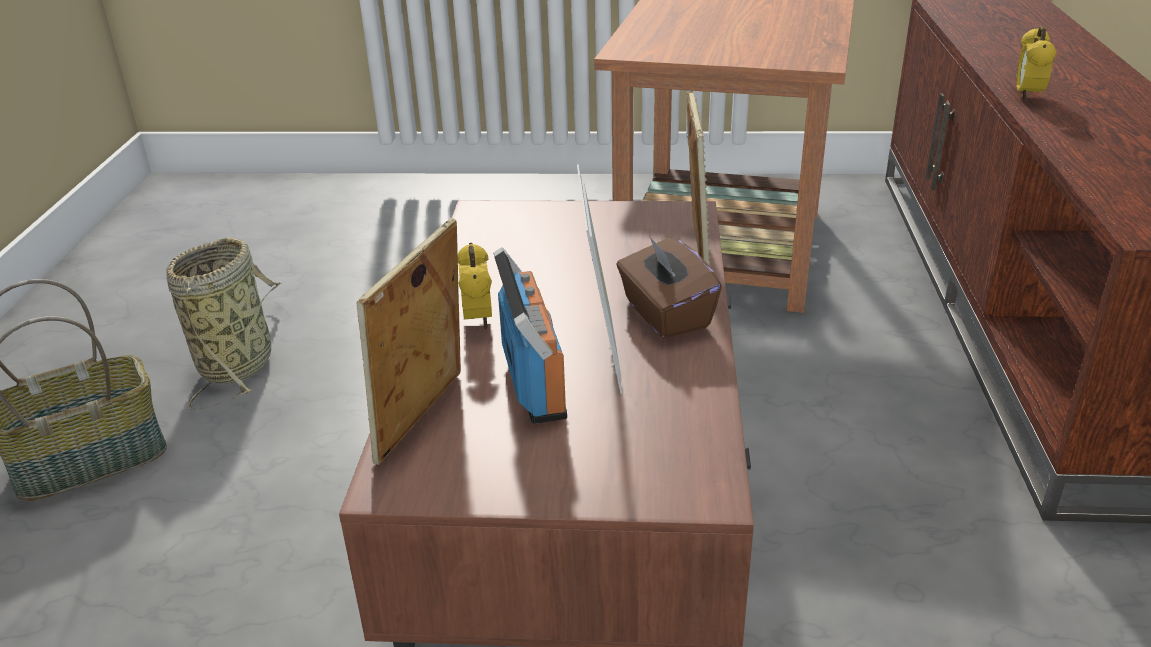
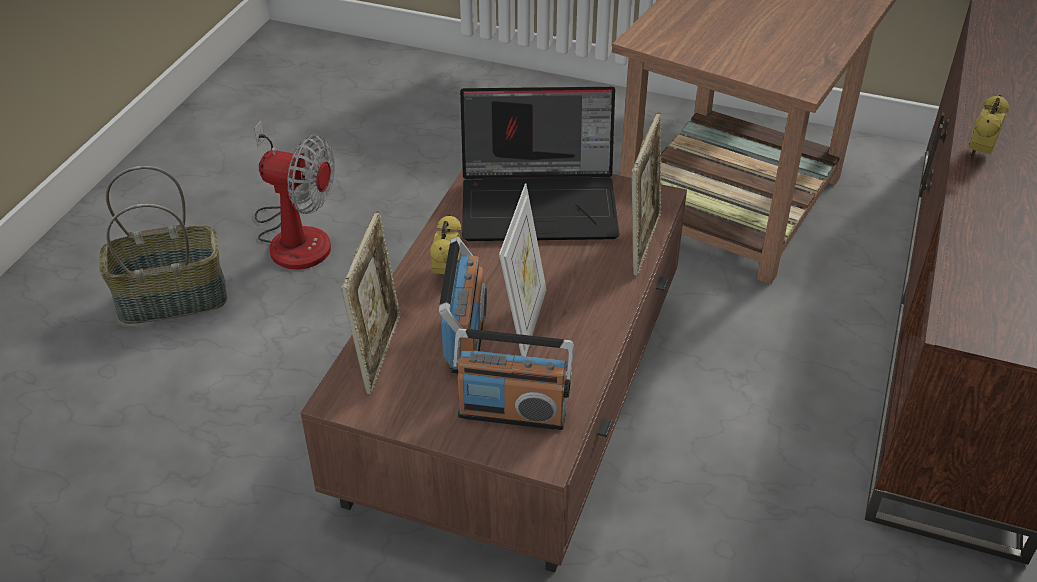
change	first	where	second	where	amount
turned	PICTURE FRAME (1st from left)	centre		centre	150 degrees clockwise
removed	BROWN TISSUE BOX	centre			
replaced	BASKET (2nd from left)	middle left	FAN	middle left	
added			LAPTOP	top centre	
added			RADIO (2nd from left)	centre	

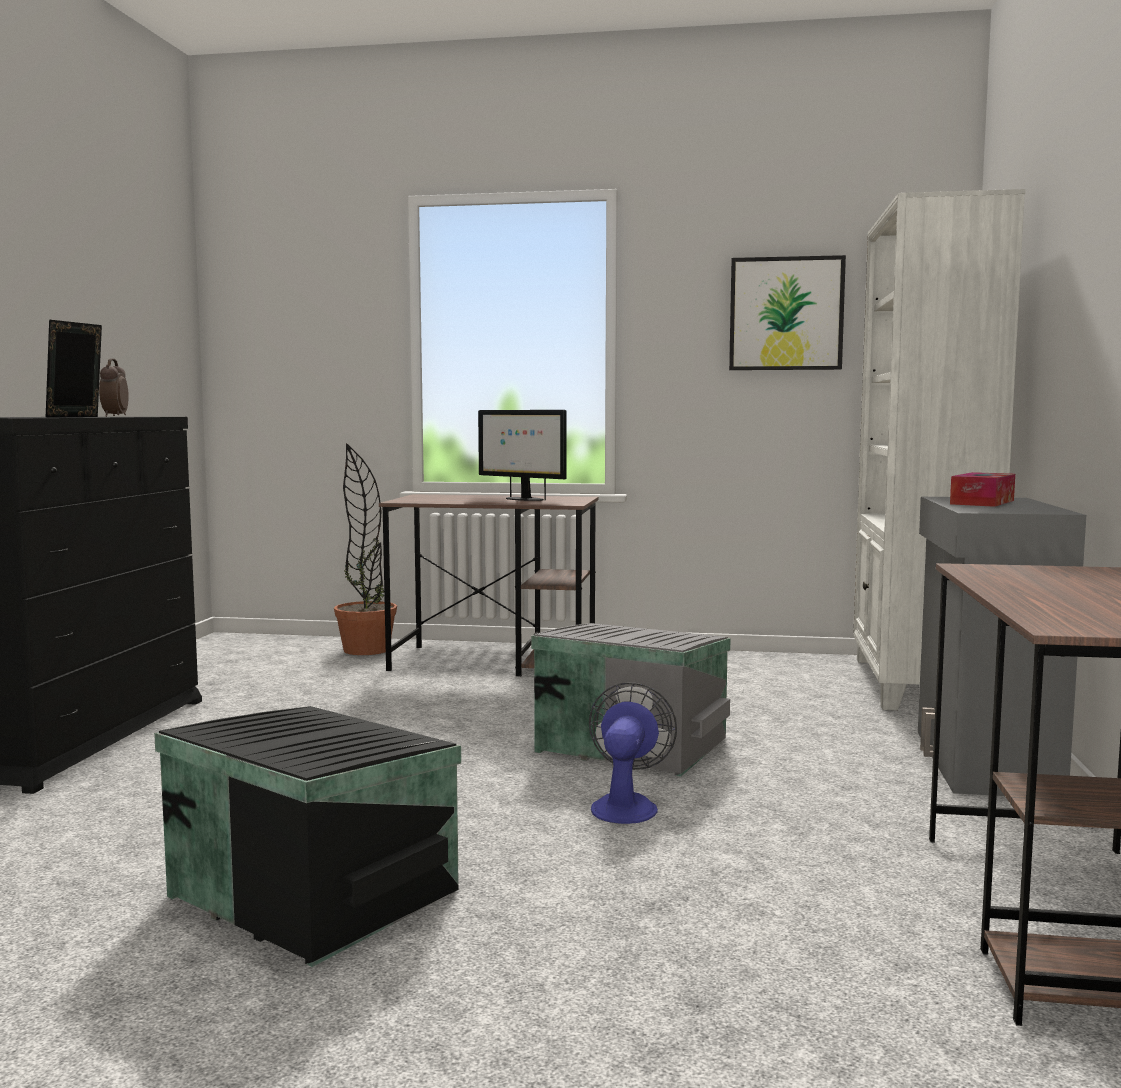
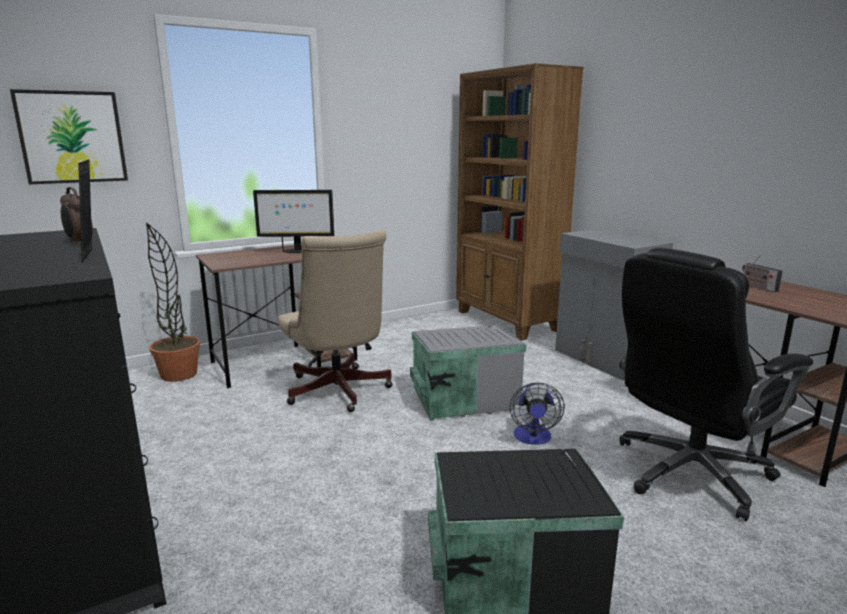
change	first	where	second	where	amount
recoloured	WHITE BOOKCASE	middle right	BROWN BOOKCASE	top centre	
moved	PICTURE	top right		top left	
removed	TISSUE BOX	middle right			
turned	FAN	bottom centre		bottom centre	150 degrees counterclockwise
added			BEIGE OFFICE CHAIR	centre	
added			BLACK OFFICE CHAIR	middle right	
added			RADIO	middle right	

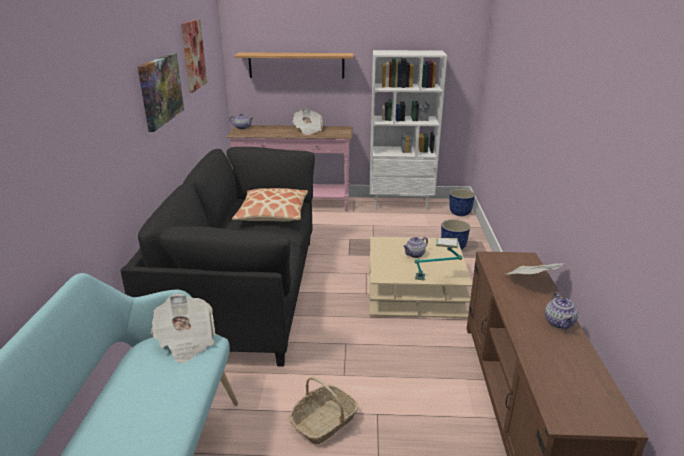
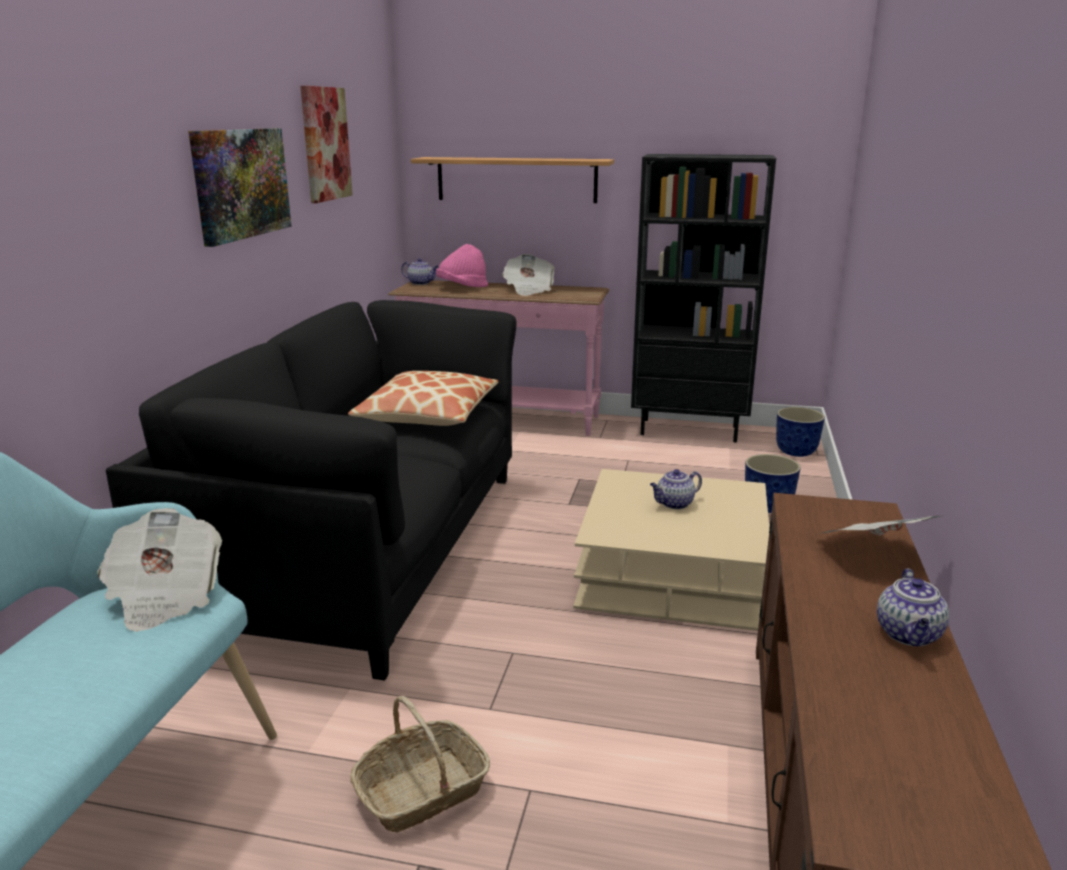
change	first	where	second	where	amount
recoloured	WHITE BOOKCASE	top centre	BLACK BOOKCASE	centre	
removed	TABLE LAMP	centre			
added			PINK HAT	top centre	

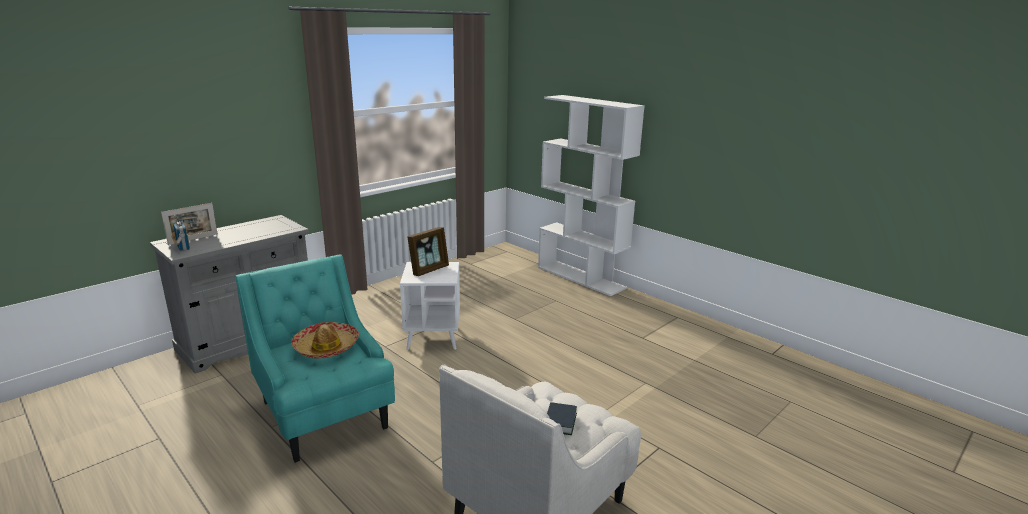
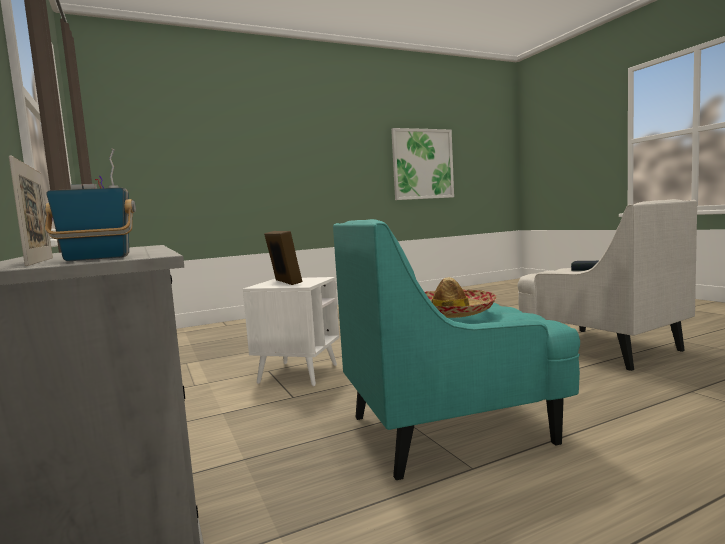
change	first	where	second	where	amount
removed	WHITE BOOKCASE	centre			
added			PICTURE	top centre	

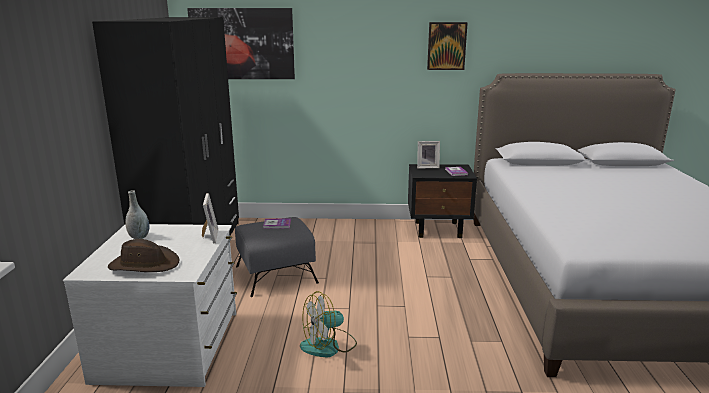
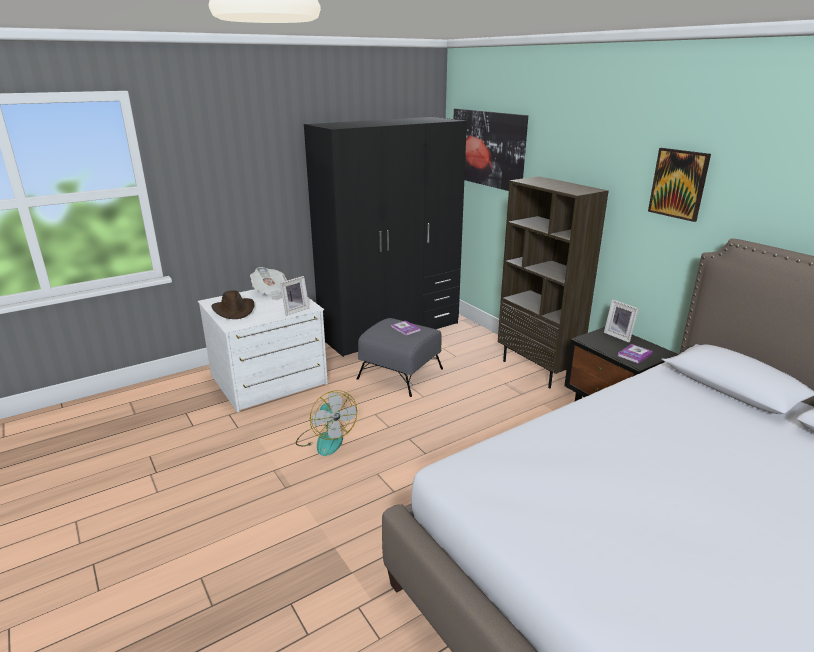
change	first	where	second	where	amount
replaced	GREY VASE	middle left	NEWSPAPER	middle left	
turned	FAN	bottom centre		centre	150 degrees counterclockwise
added			BROWN BOOKCASE	middle right	

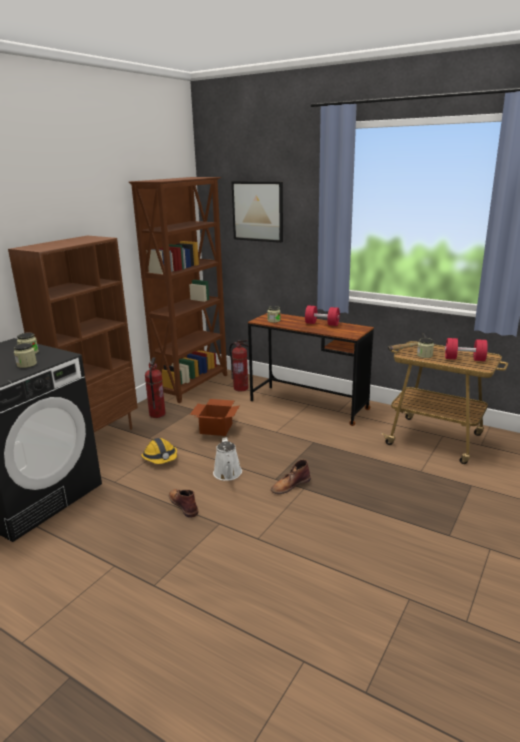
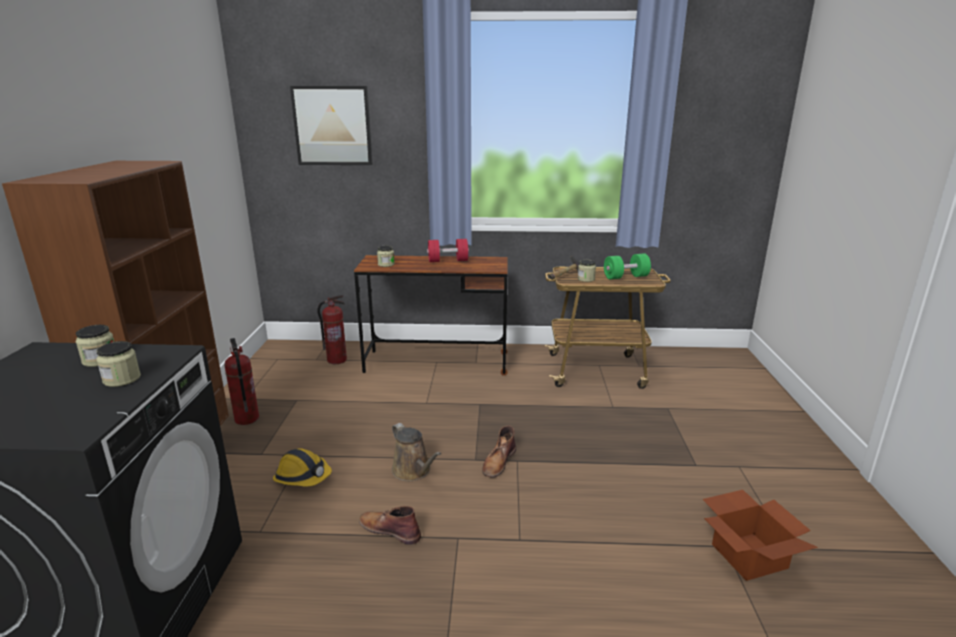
change	first	where	second	where	amount
removed	BROWN BOOKCASE (2nd from left)	centre			
recoloured	RED DUMBBELL (2nd from left)	middle right	GREEN DUMBBELL	centre	
moved	CARDBOARD BOX	centre		bottom right	
recoloured	WHITE WATERING CAN	centre	BROWN WATERING CAN	bottom centre	

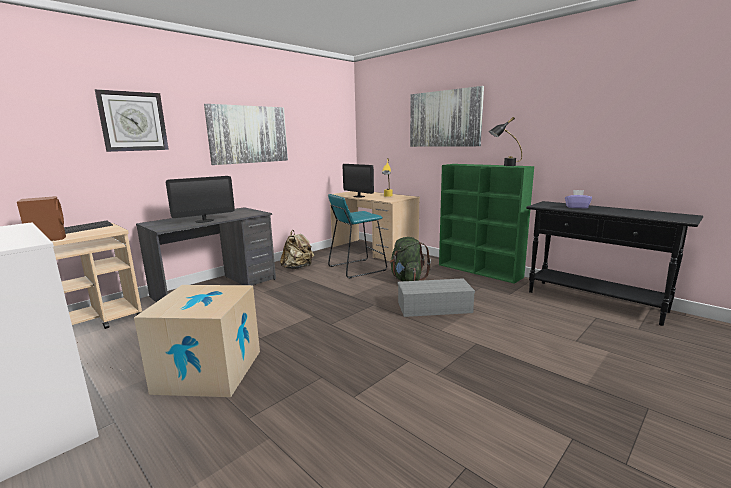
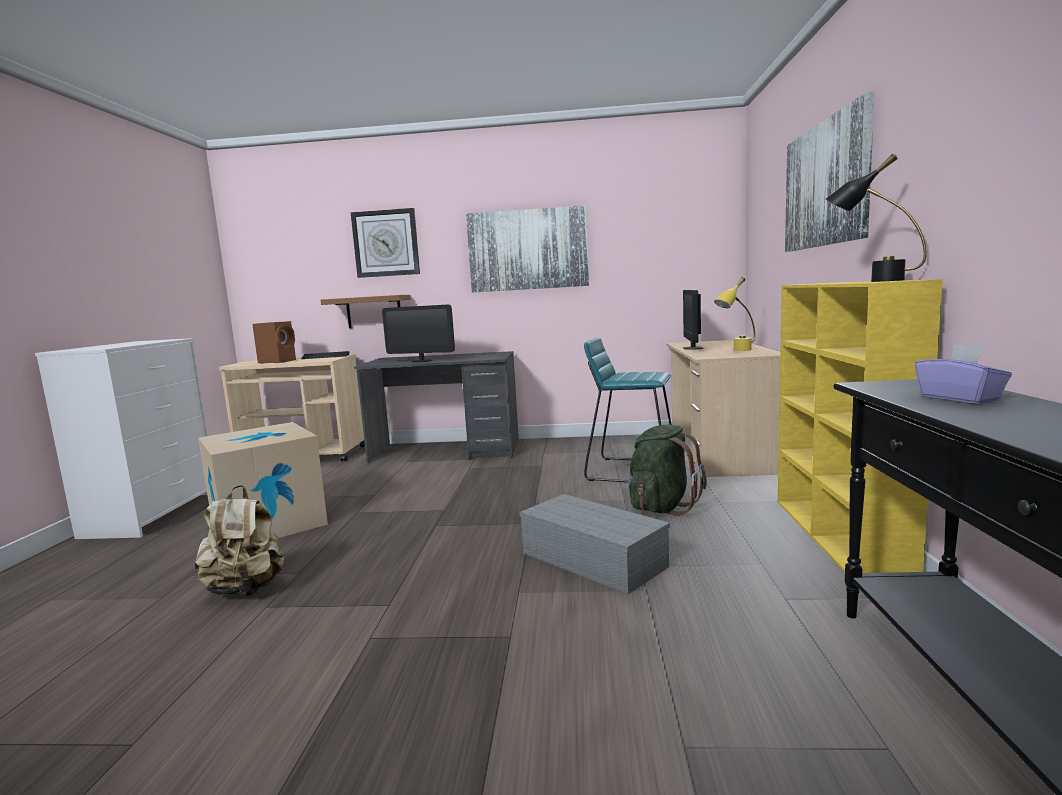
change	first	where	second	where	amount
recoloured	GREEN BOOKCASE	centre	YELLOW BOOKCASE	middle right	
moved	BEIGE BACKPACK	centre		bottom left	
added			BROWN SHELF	centre	

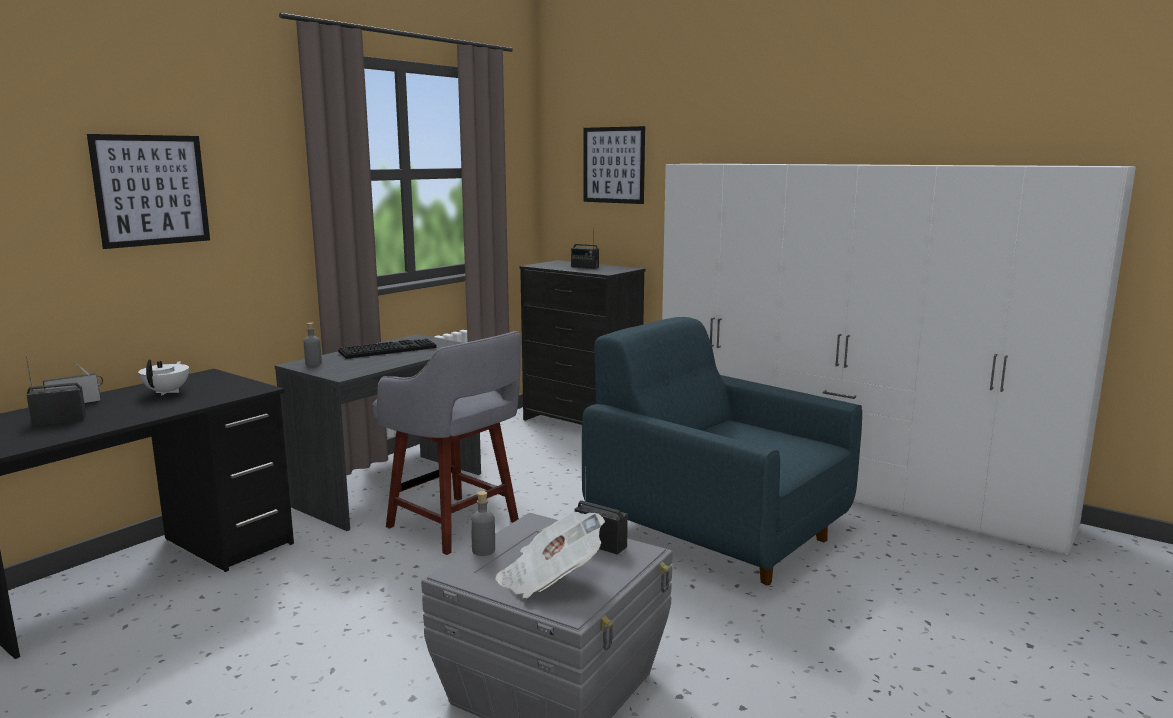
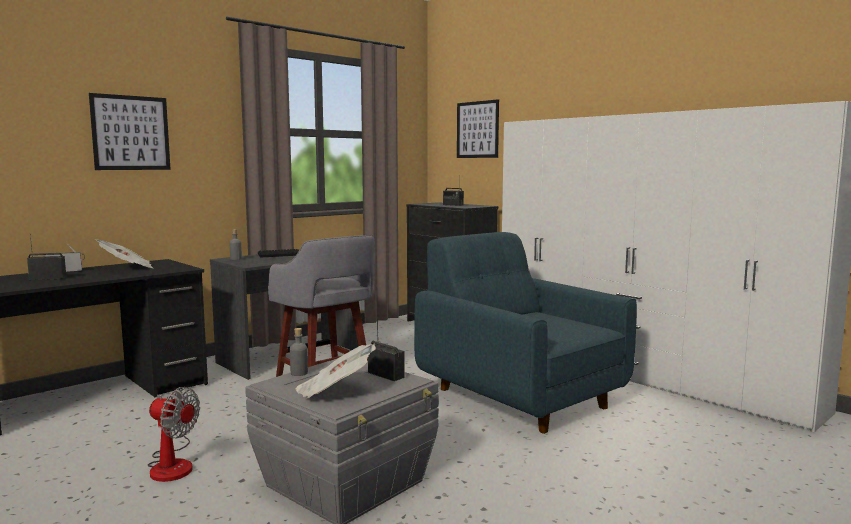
change	first	where	second	where	amount
replaced	WHITE TEAPOT	middle left	NEWSPAPER (1st from left)	middle left	
added			FAN	bottom left	

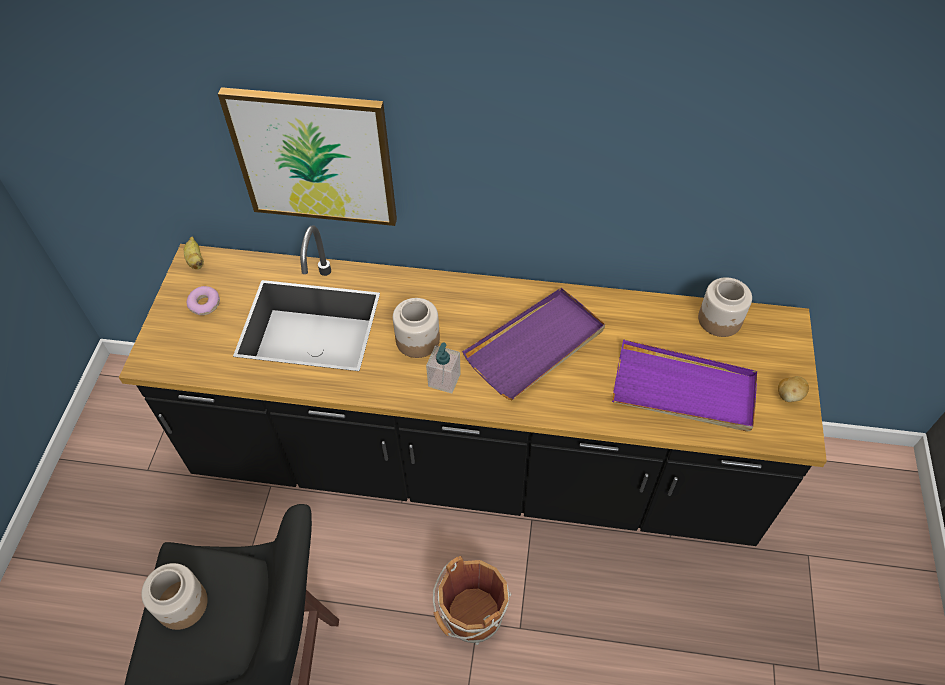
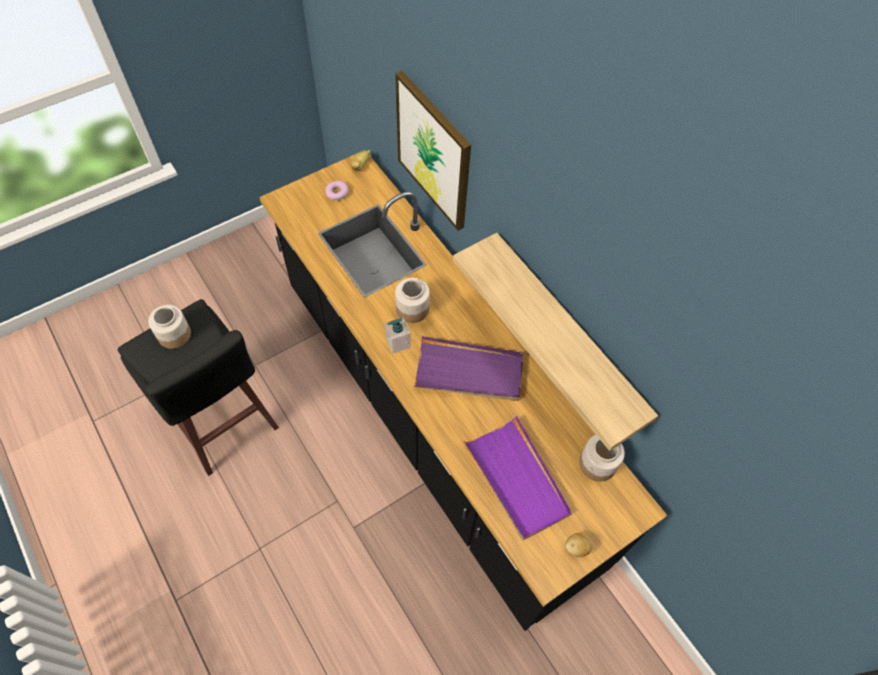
change	first	where	second	where	amount
removed	BROWN BUCKET	bottom centre			
added			SHELF	centre	

